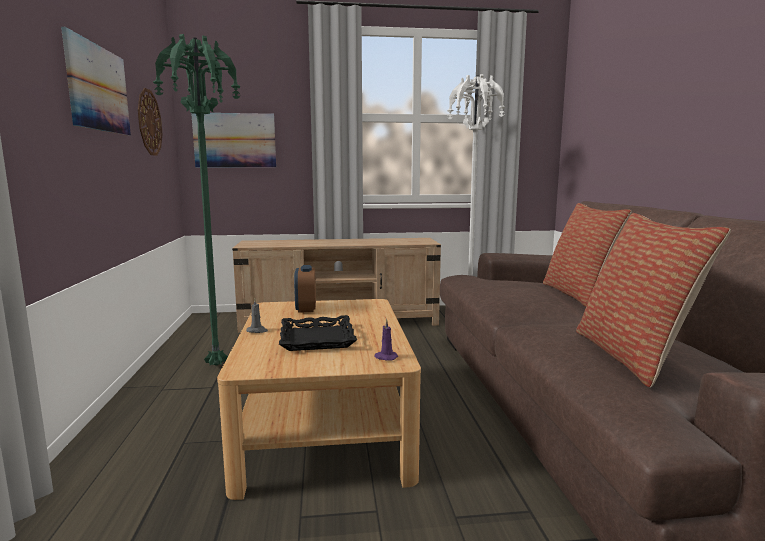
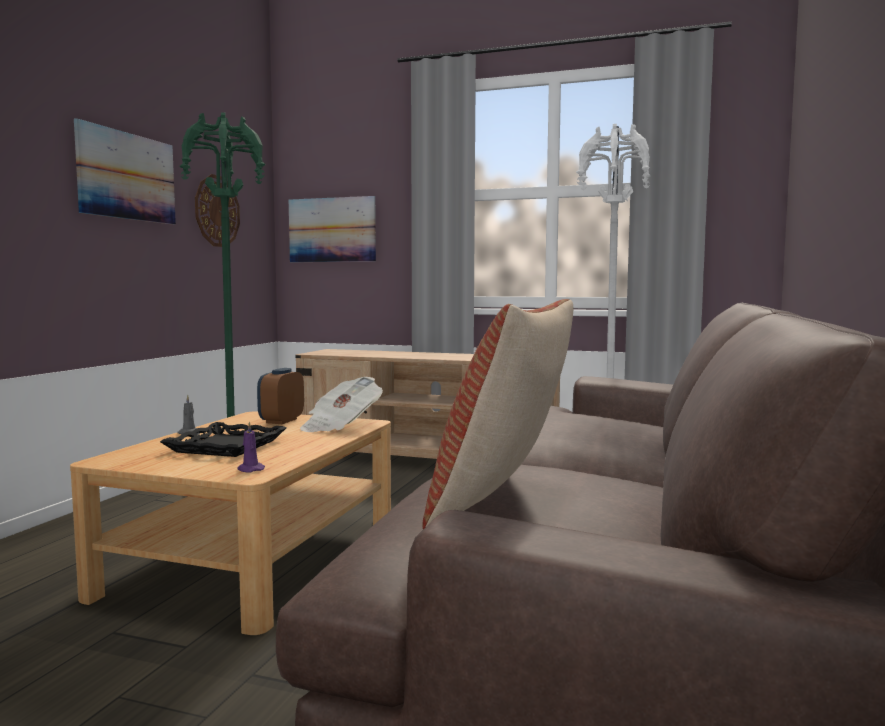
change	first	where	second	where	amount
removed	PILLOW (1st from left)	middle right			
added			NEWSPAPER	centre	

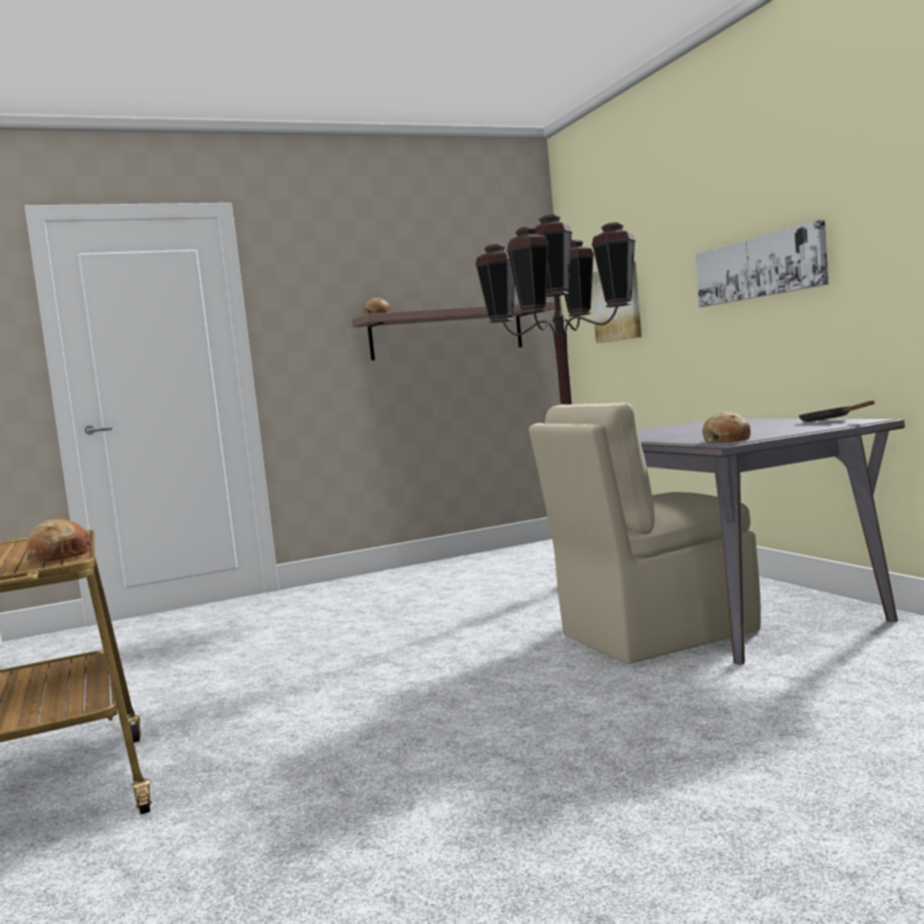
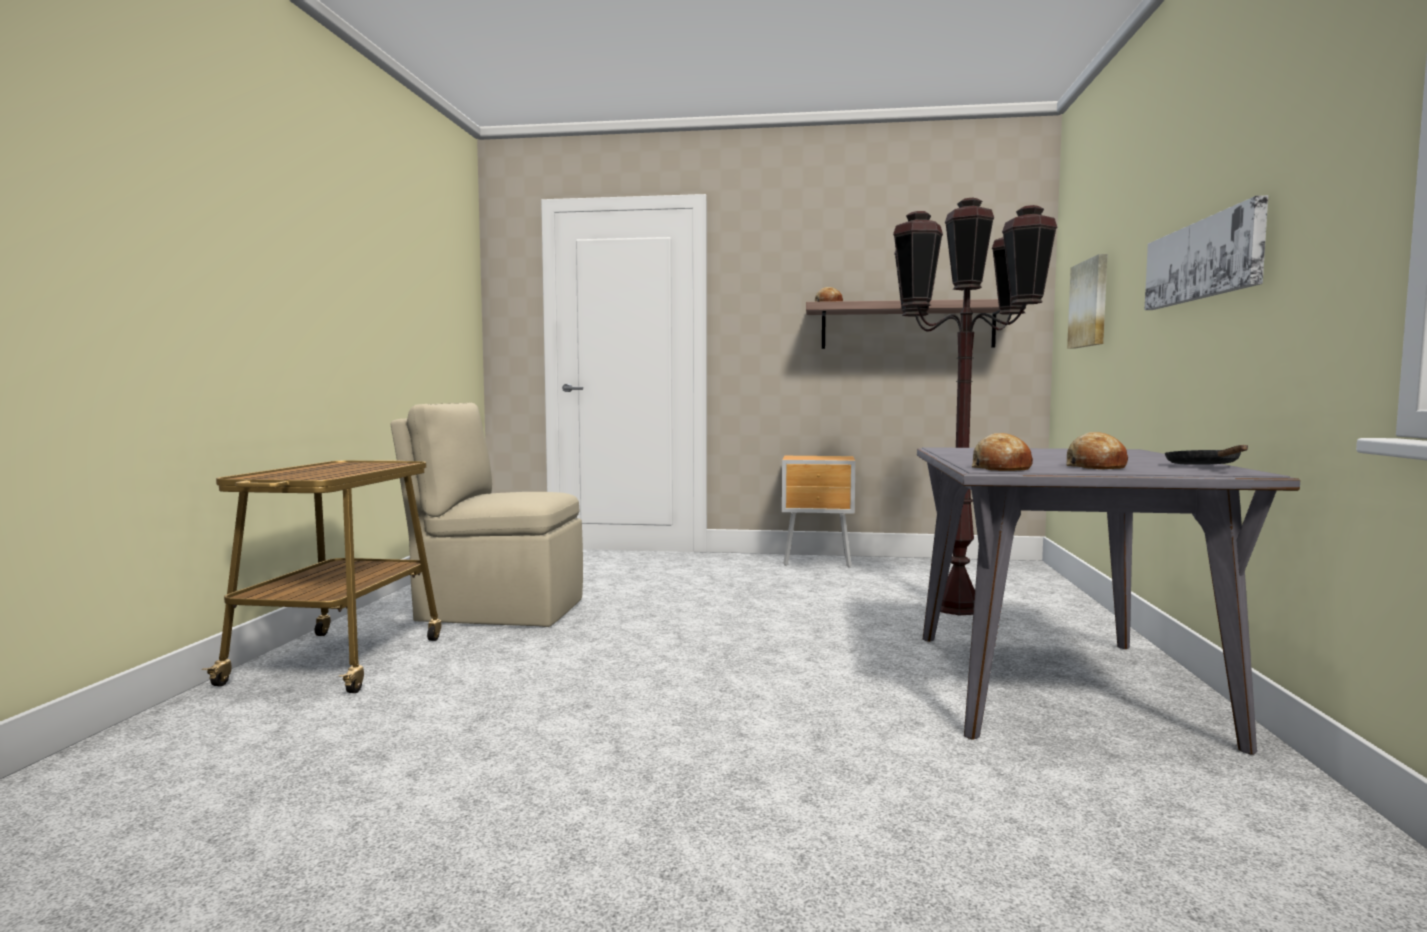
change	first	where	second	where	amount
moved	BEIGE CHAIR	middle right		centre	
moved	BREAD (1st from left in the first image)	middle left	BREAD (3rd from left)	middle right	
added			BROWN NIGHTSTAND	centre	

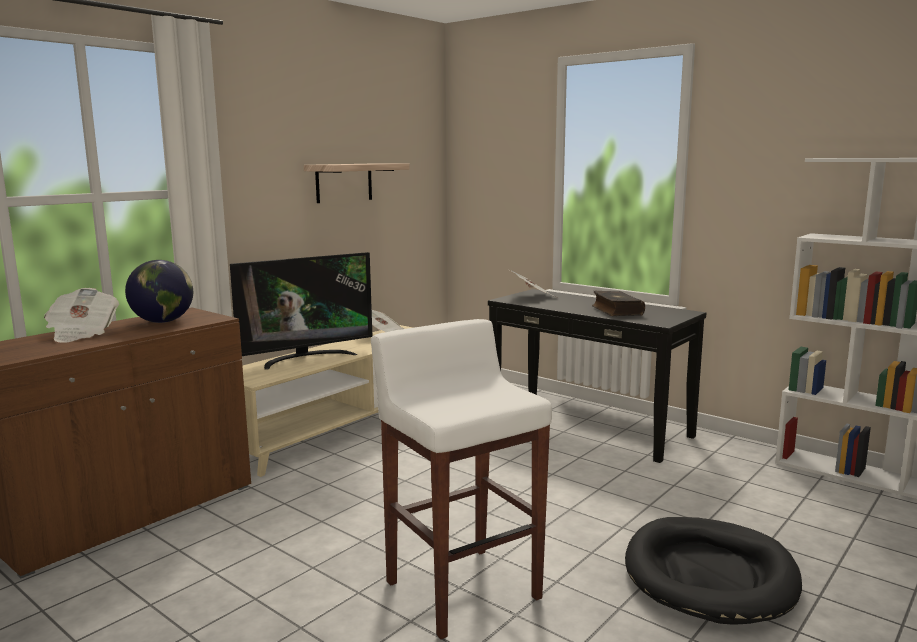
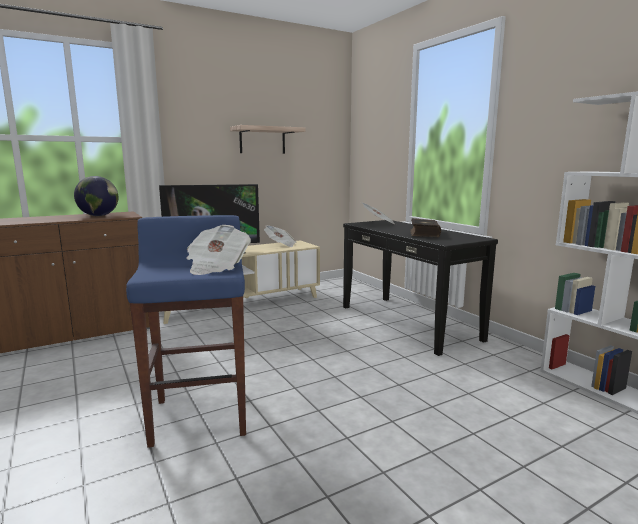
change	first	where	second	where	amount
moved	NEWSPAPER (1st from left)	middle left		centre	
recoloured	WHITE STOOL	bottom centre	BLUE STOOL	middle left	
removed	BLACK DOG BED	bottom right			

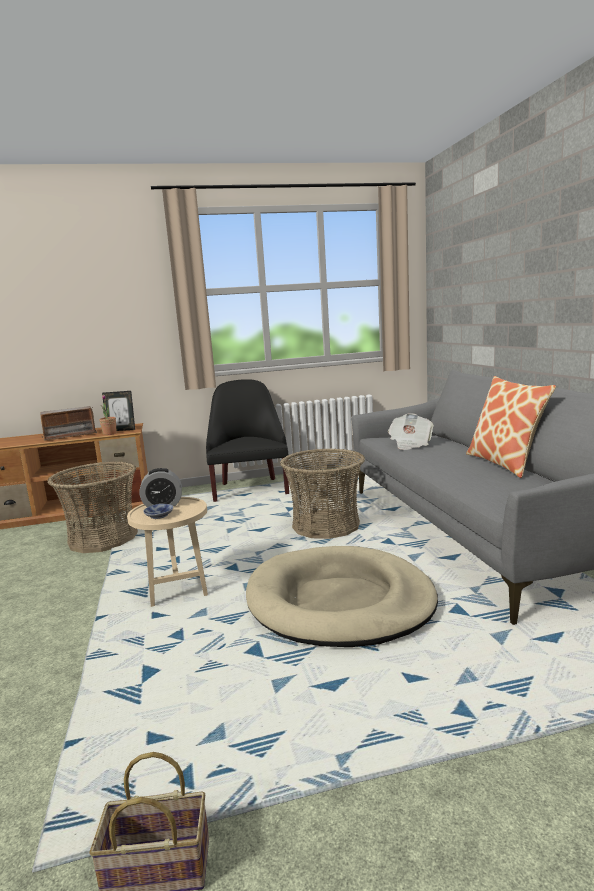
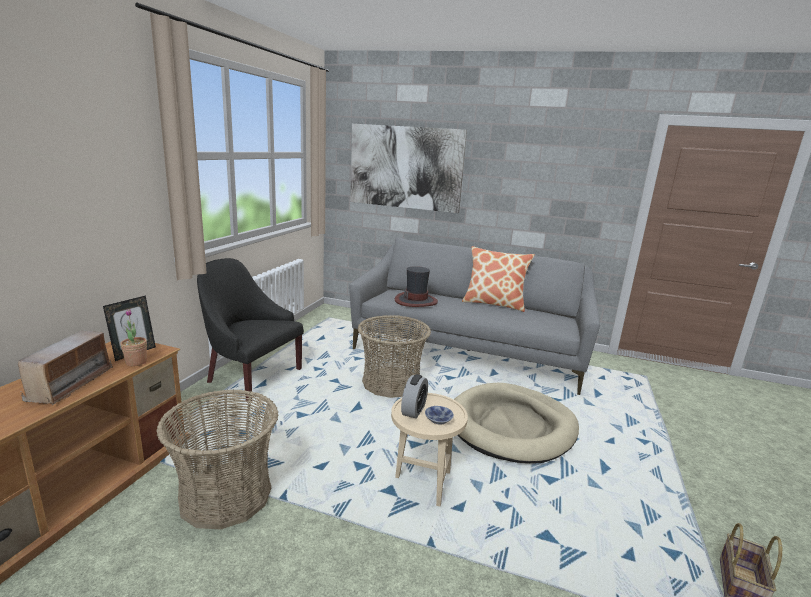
change	first	where	second	where	amount
replaced	NEWSPAPER	middle right	HAT	centre	
added			PICTURE	top centre	

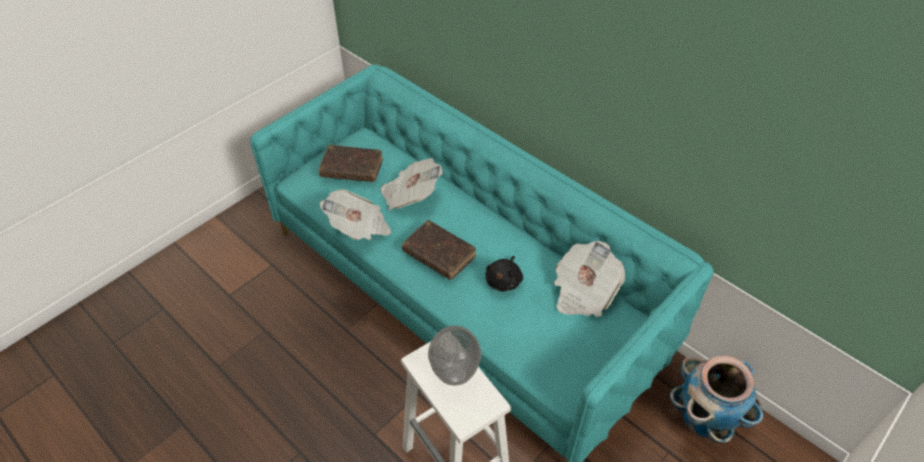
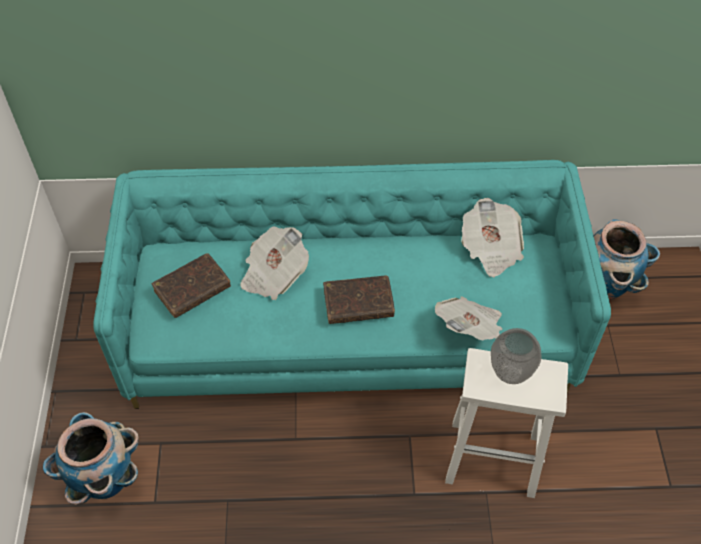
change	first	where	second	where	amount
moved	NEWSPAPER (1st from left in the first image)	centre	NEWSPAPER (2nd from left)	middle right	
removed	BLACK PLUSH TOY	centre			
added			PLANTER (1st from left)	bottom left	

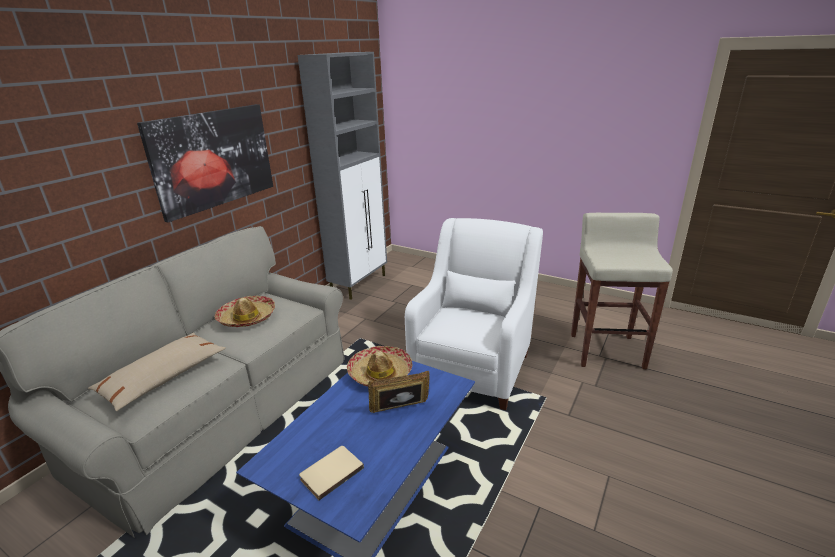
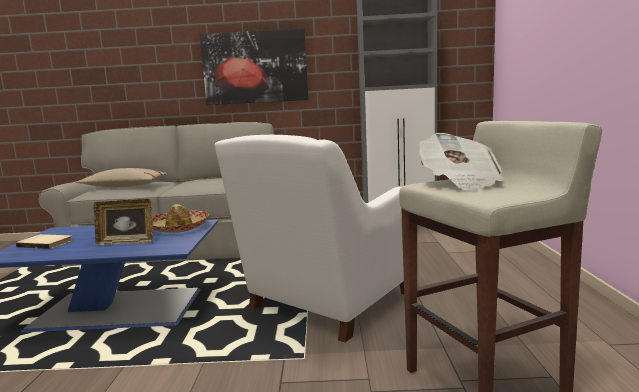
change	first	where	second	where	amount
turned	WHITE ARMCHAIR	centre		centre	135 degrees clockwise
removed	HAT (1st from left)	middle left			
turned	PICTURE FRAME	bottom centre		middle left	135 degrees clockwise
added			NEWSPAPER	middle right	

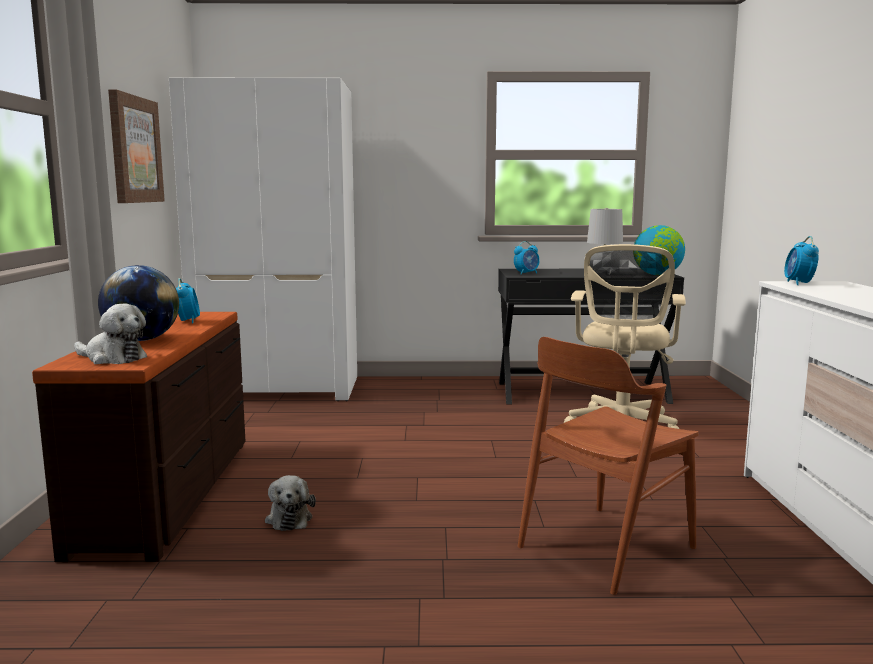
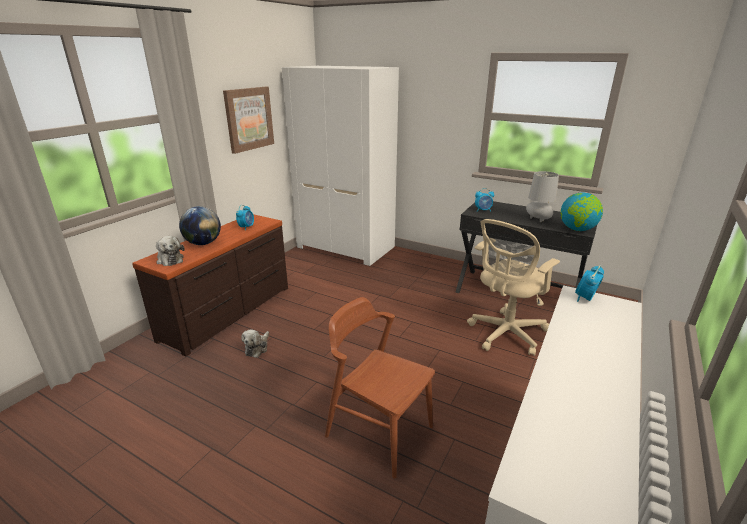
change	first	where	second	where	amount
turned	BROWN CHAIR	bottom right		bottom centre	45 degrees clockwise

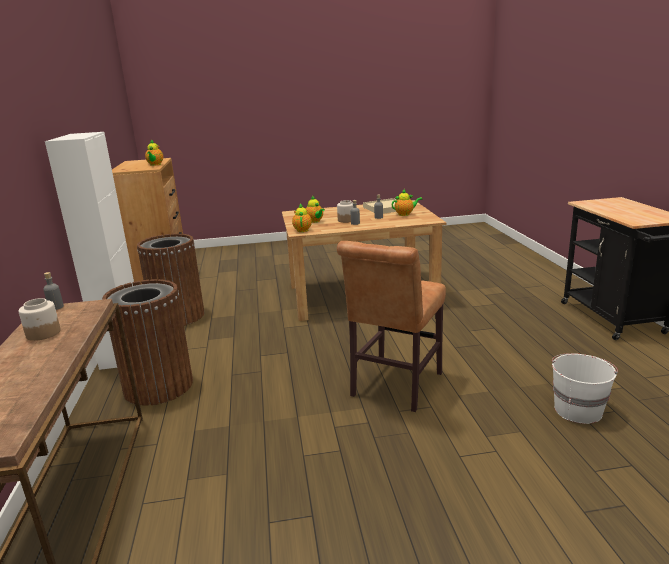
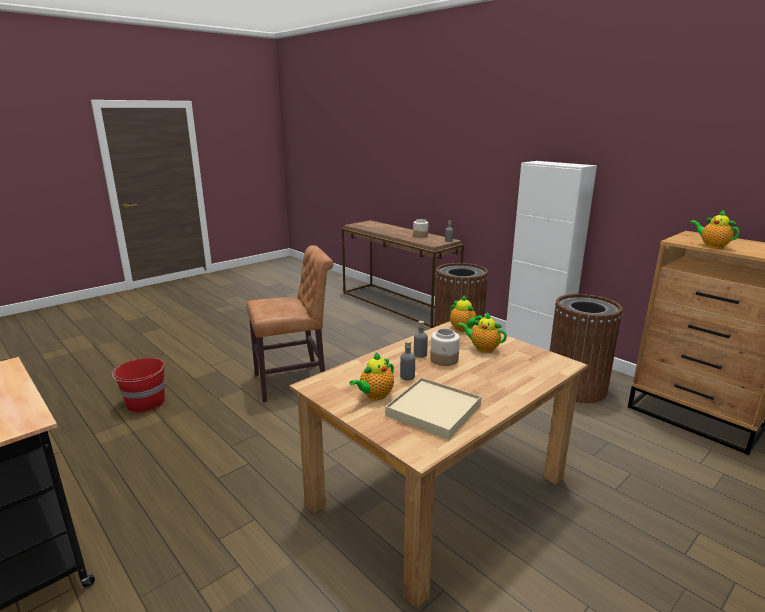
change	first	where	second	where	amount
turned	BROWN CHAIR	centre		centre	75 degrees clockwise
recoloured	WHITE BUCKET	bottom right	RED BUCKET	middle left	

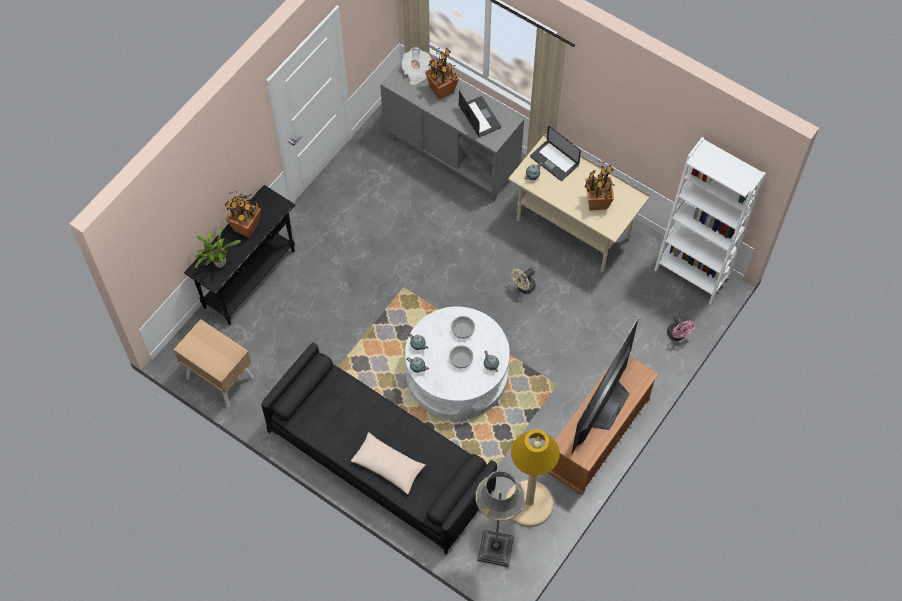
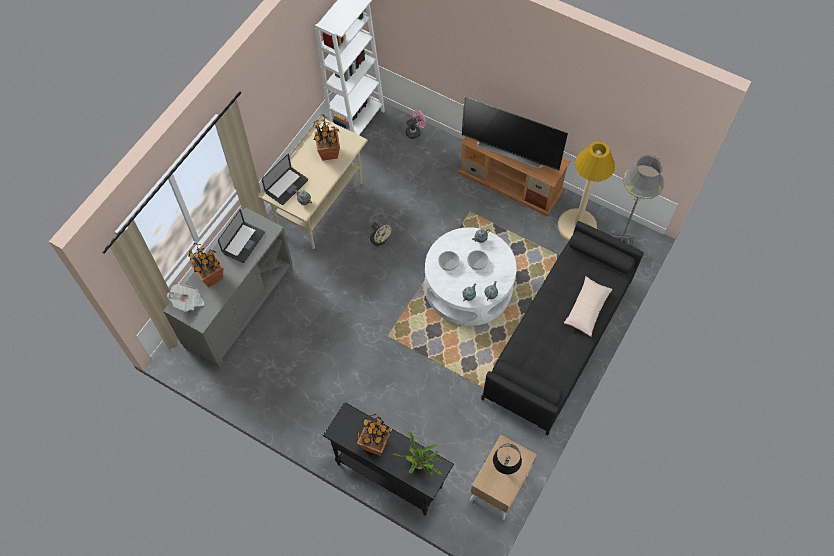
change	first	where	second	where	amount
turned	LAPTOP (1st from left)	top centre		middle left	150 degrees clockwise
added			TABLE LAMP	bottom centre	

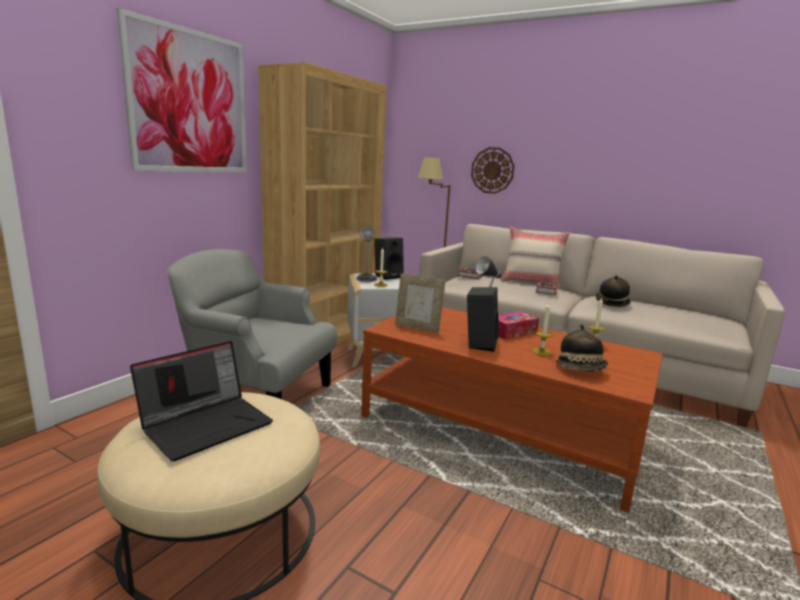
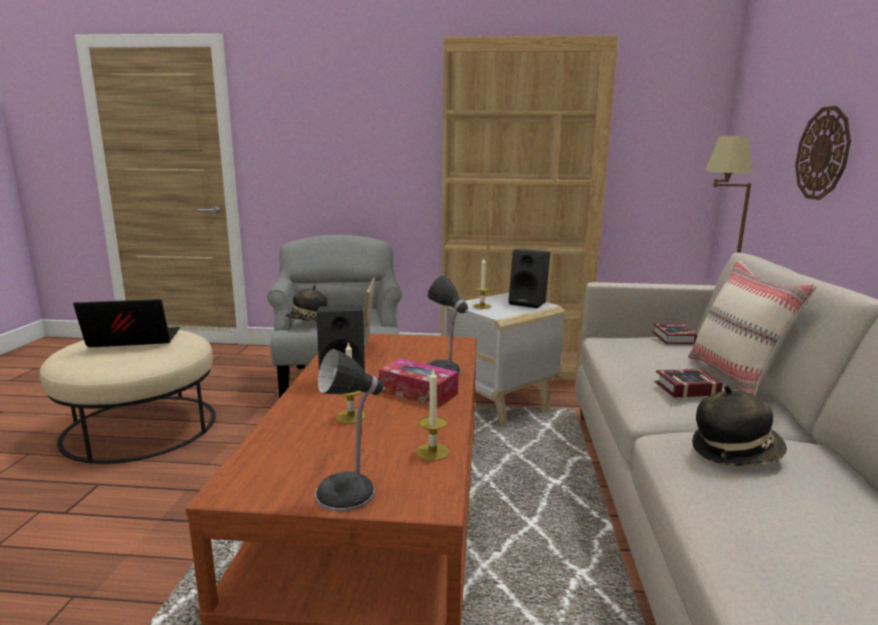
change	first	where	second	where	amount
removed	PICTURE	top left			
moved	TABLE LAMP (1st from left)	centre		bottom centre	
moved	HAT (1st from left)	middle right		centre	
turned	LAPTOP	bottom left		middle left	150 degrees clockwise

